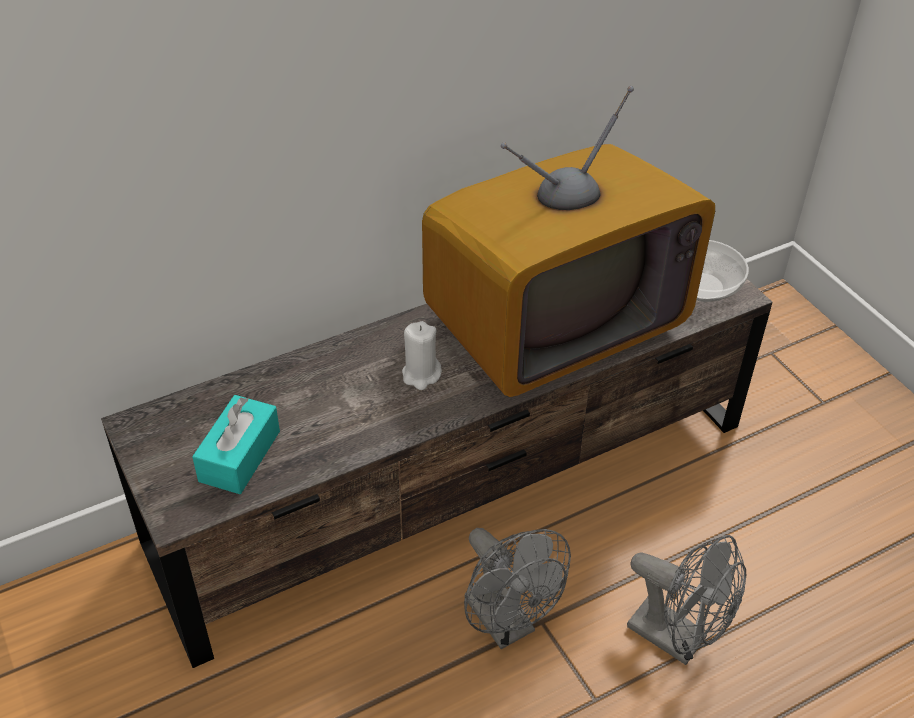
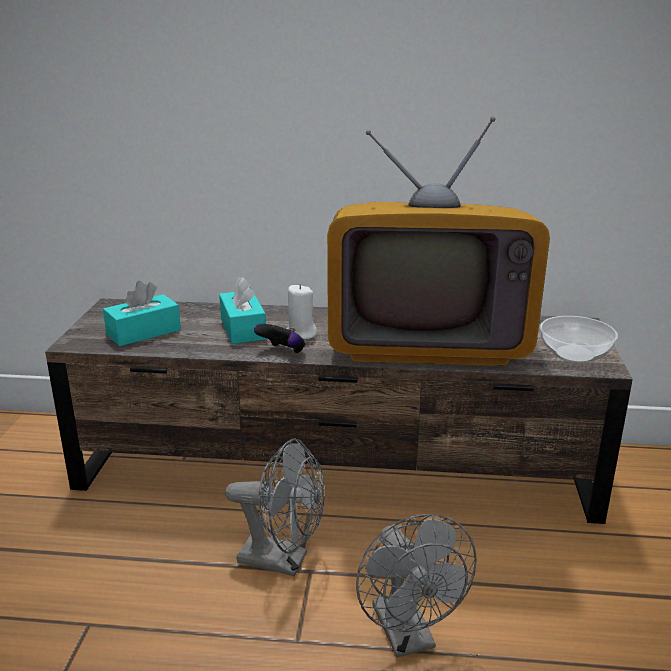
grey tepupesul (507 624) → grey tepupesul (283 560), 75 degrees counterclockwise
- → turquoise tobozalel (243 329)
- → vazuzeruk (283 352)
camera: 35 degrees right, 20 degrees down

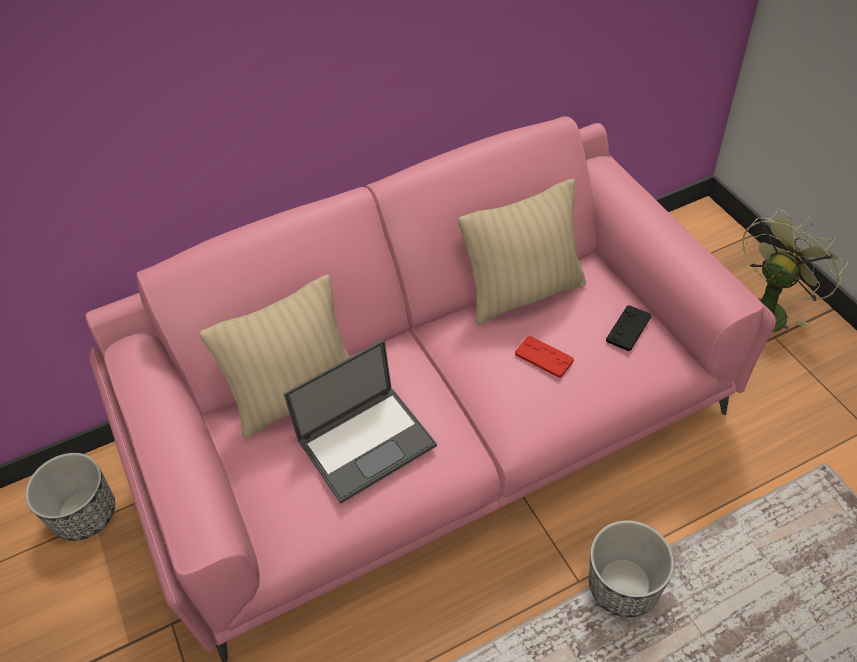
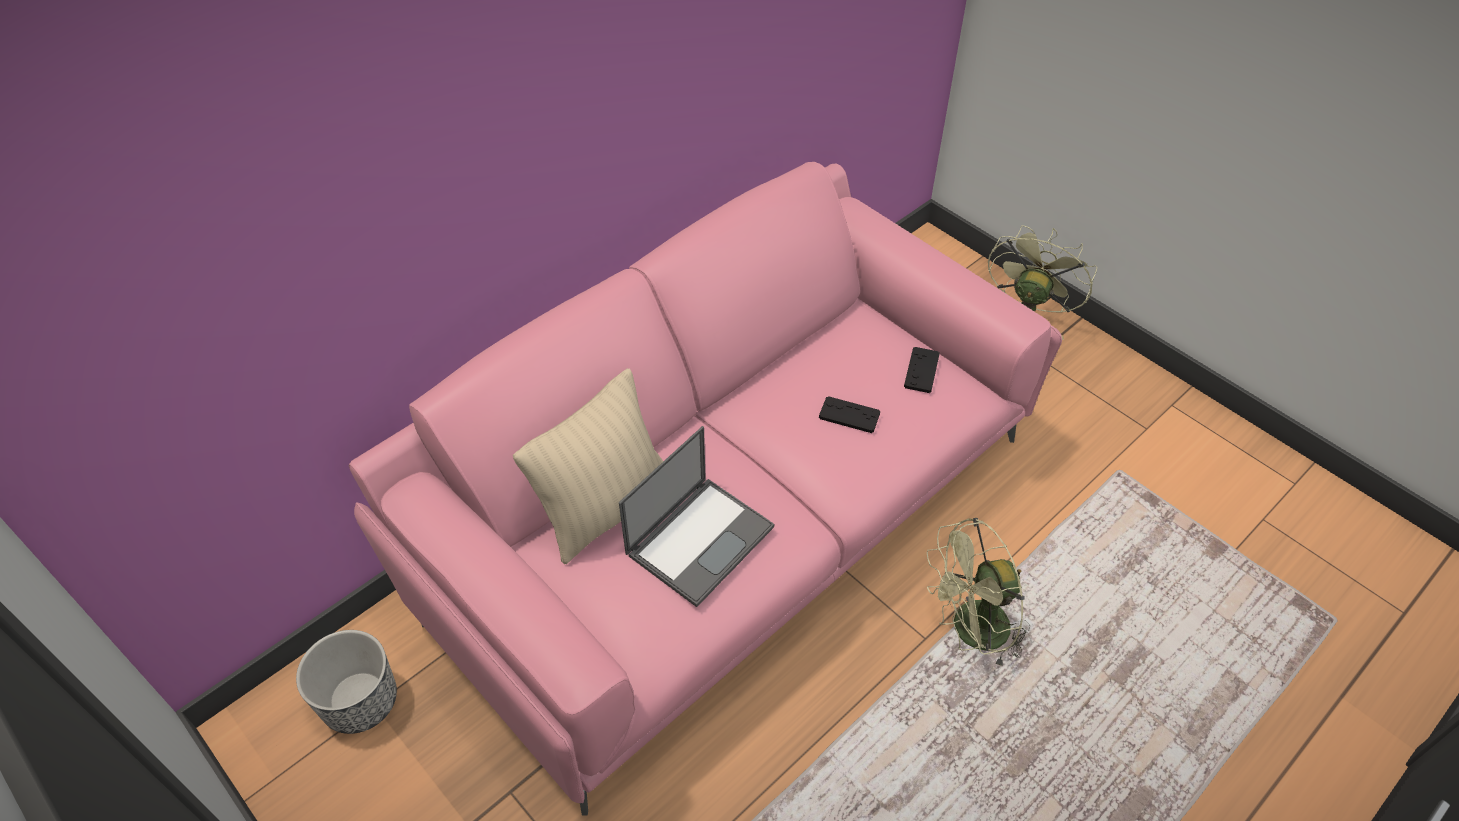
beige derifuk (524 293) → -
red vazuzeruk (544 357) → black vazuzeruk (849 415)
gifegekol (624 586) → green tepupesul (970 632)
camera: 20 degrees left, 0 degrees up

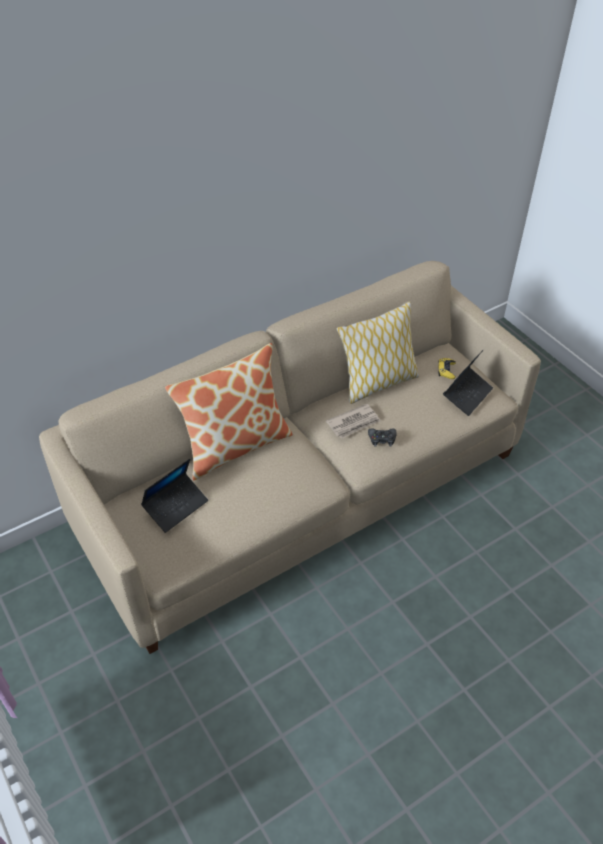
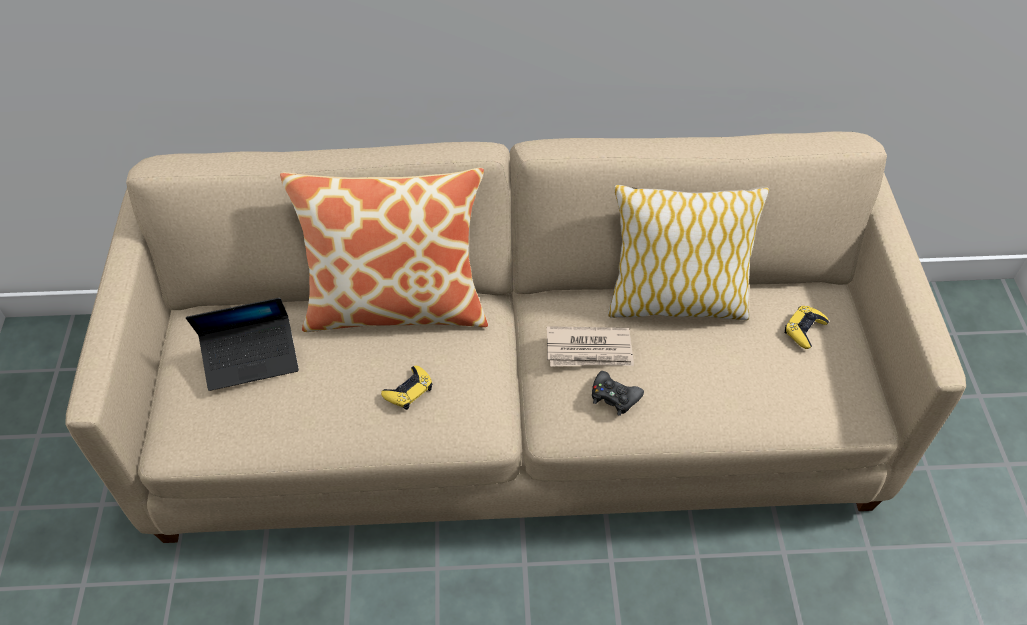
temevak (467 395) → -
- → yellow vazuzeruk (408 391)
camera: 30 degrees right, 5 degrees up

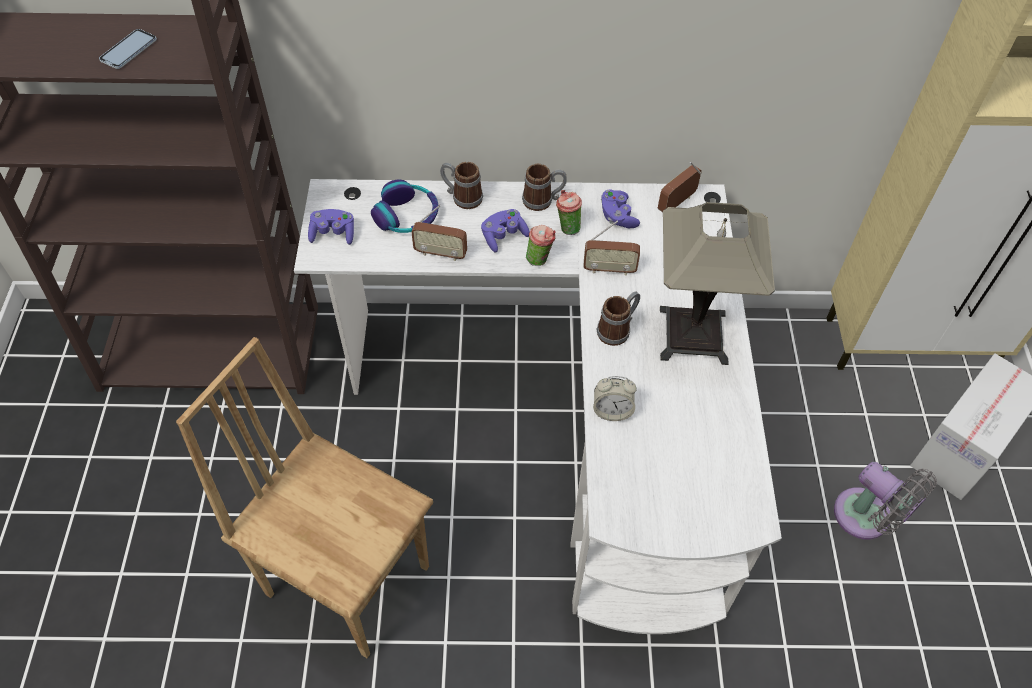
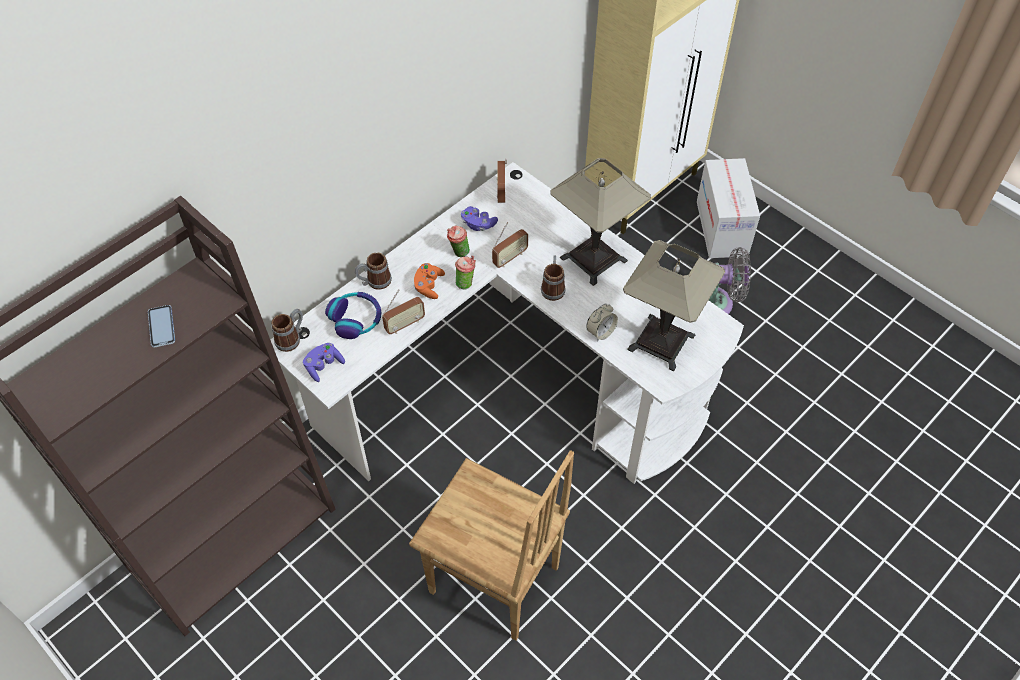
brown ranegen (348 577) → brown ranegen (494 582), 135 degrees counterclockwise
purple vazuzeruk (503 236) → orange vazuzeruk (429 286)
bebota (543 200) → bebota (291 338), move
- → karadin (661 342)
camera: 45 degrees left, 0 degrees up

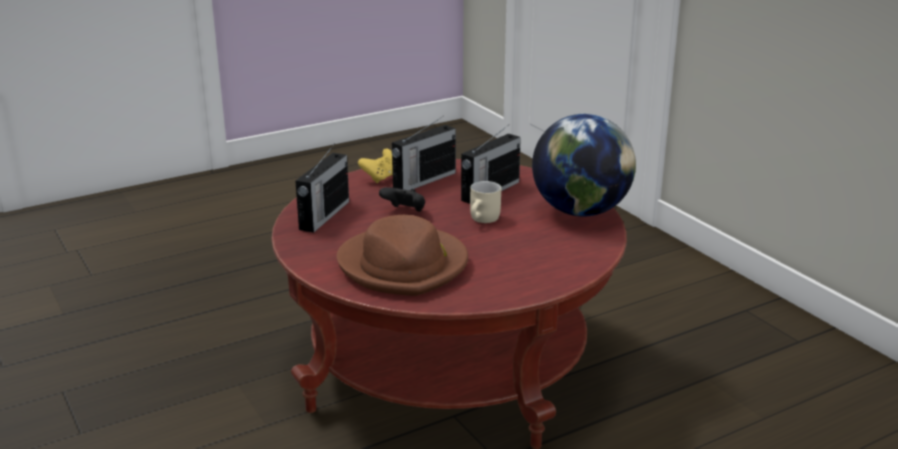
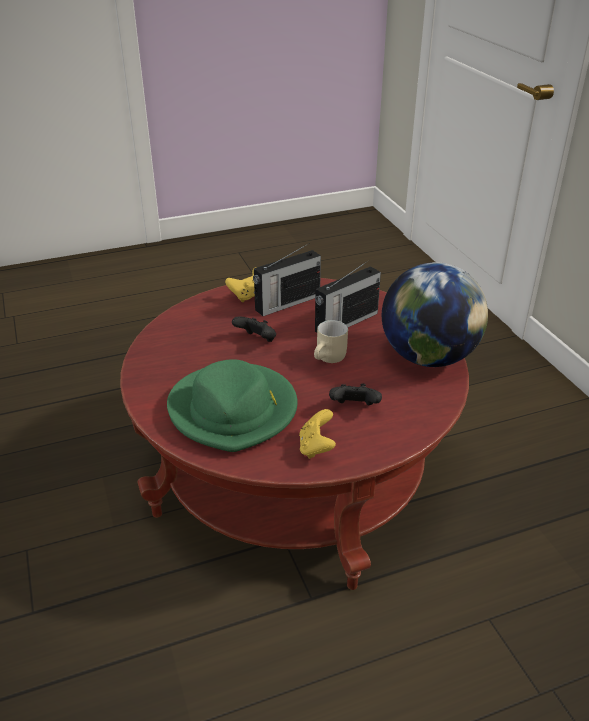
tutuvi (323 216) → -
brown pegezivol (404 265) → green pegezivol (234 410)
- → yellow vazuzeruk (316 447)
- → black vazuzeruk (354 408)
camera: 10 degrees right, 10 degrees up

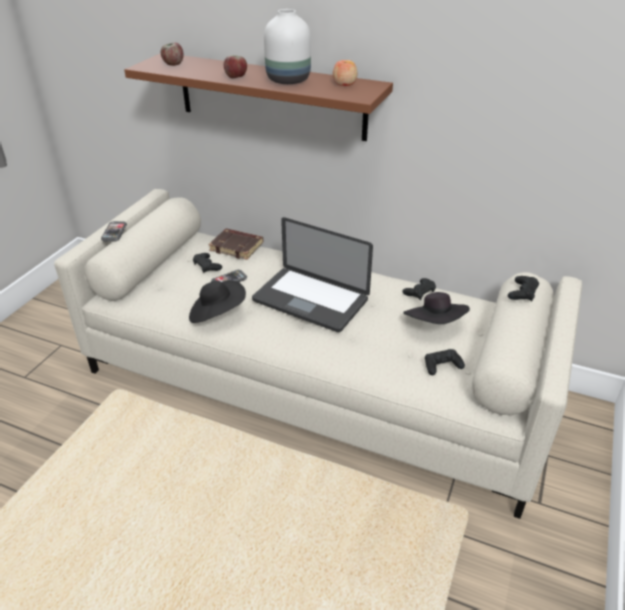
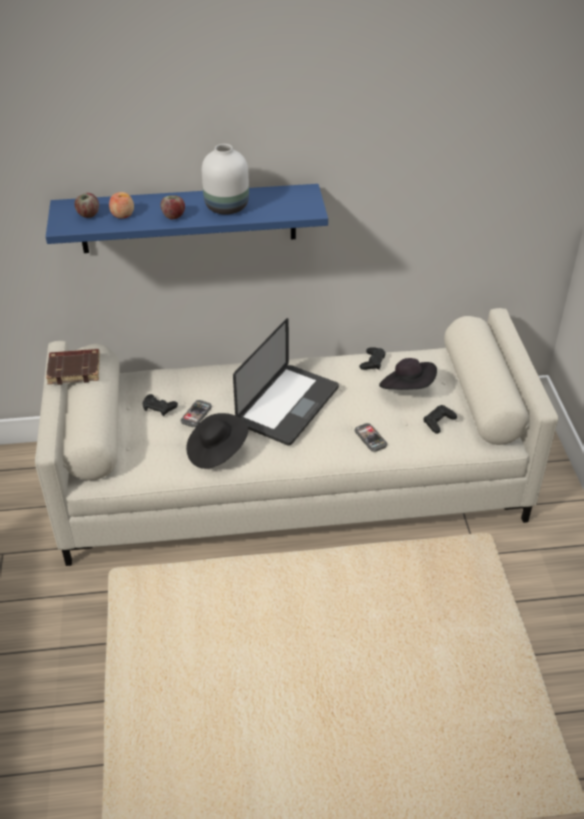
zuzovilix (114 232) → zuzovilix (370 438), move
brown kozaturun (271 96) → blue kozaturun (188 218)
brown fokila (237 247) → brown fokila (75 369), move
temevak (310 300) → temevak (288 406), 60 degrees counterclockwise
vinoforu (344 83) → vinoforu (122 214), move
black vazuzeruk (522 292) → -
camera: 30 degrees left, 5 degrees up

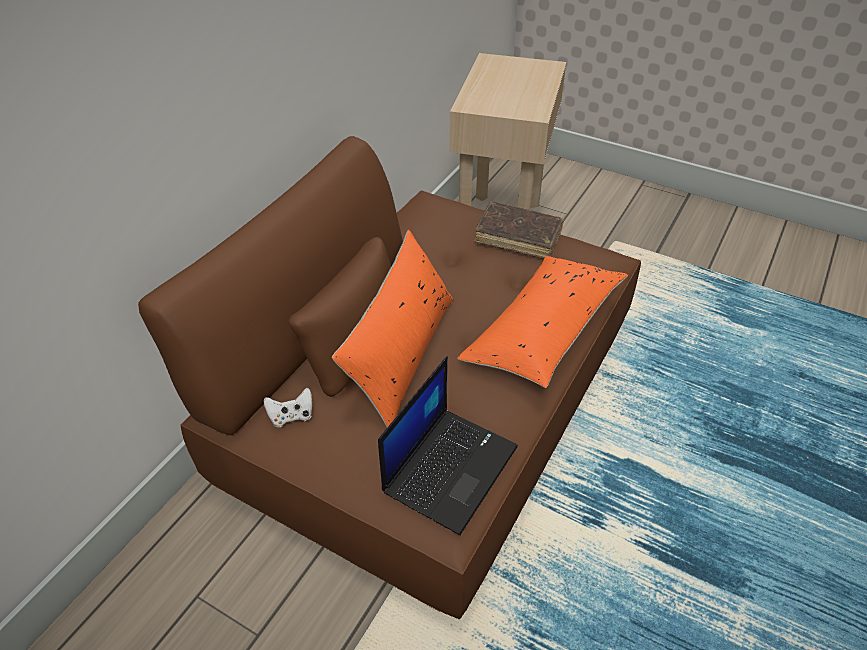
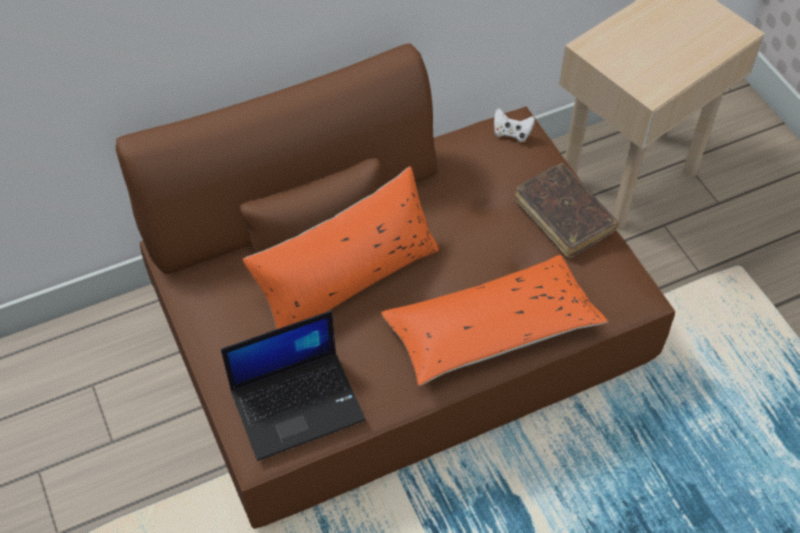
white vazuzeruk (291 416) → white vazuzeruk (511 133), move
camera: 35 degrees right, 10 degrees up

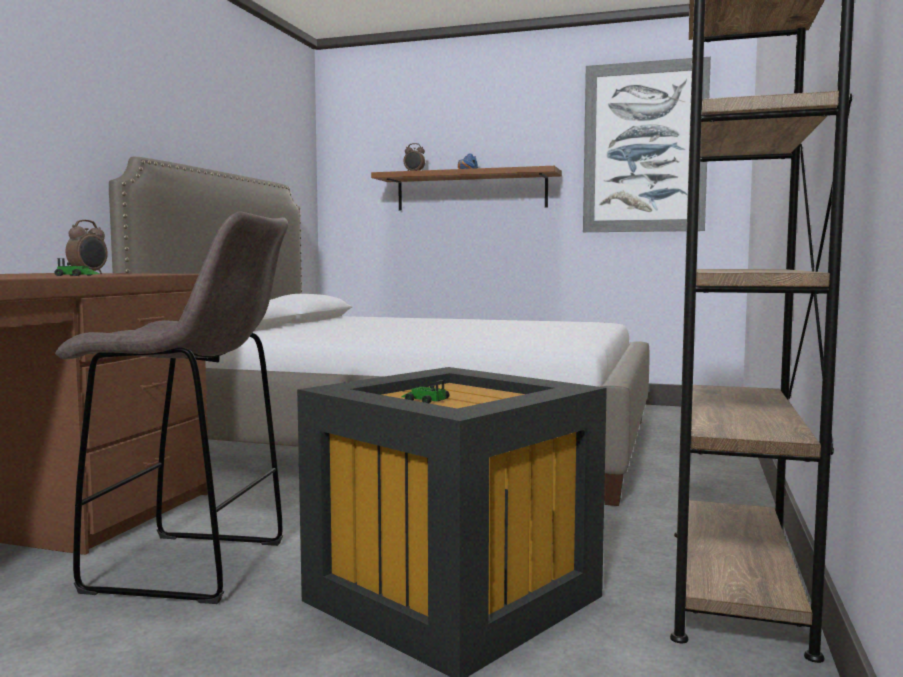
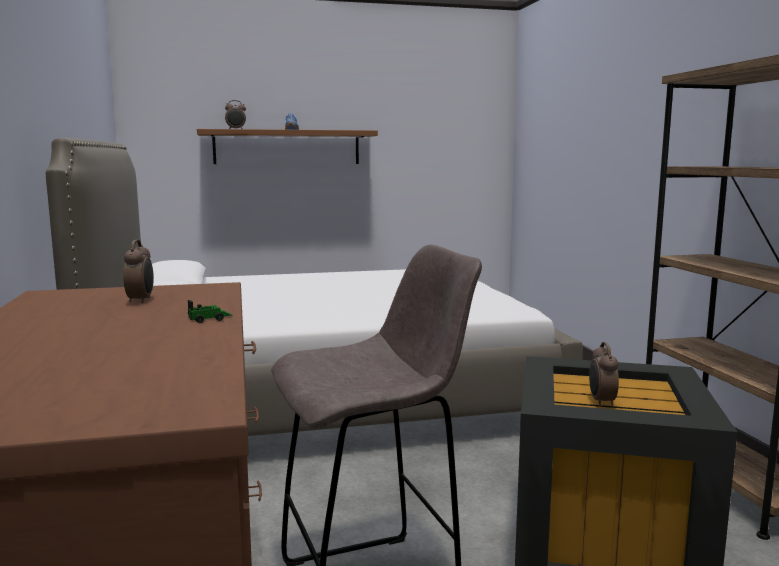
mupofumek (422 399) → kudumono (601 402)
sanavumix (644 147) → -
camera: 30 degrees left, 5 degrees up

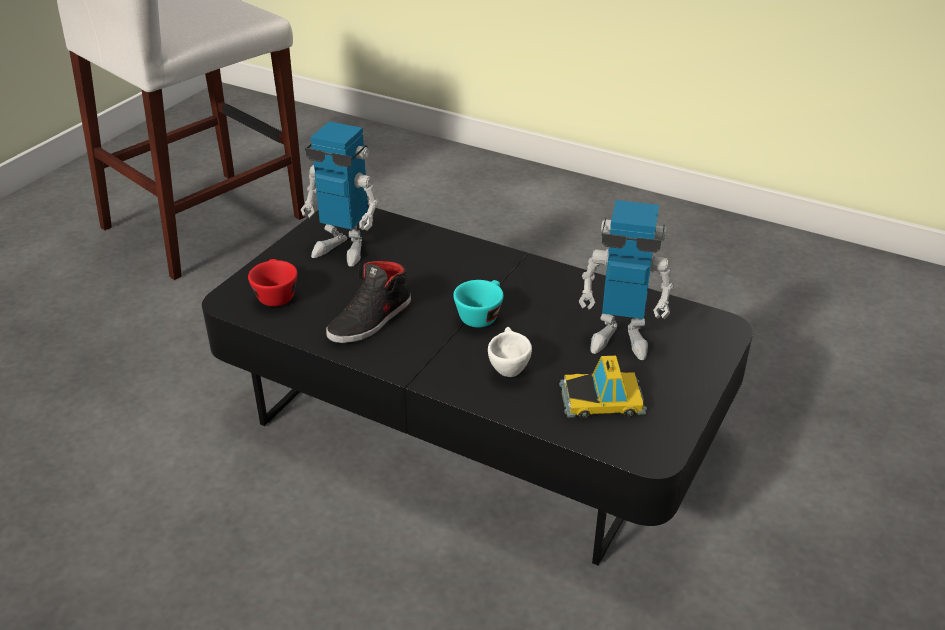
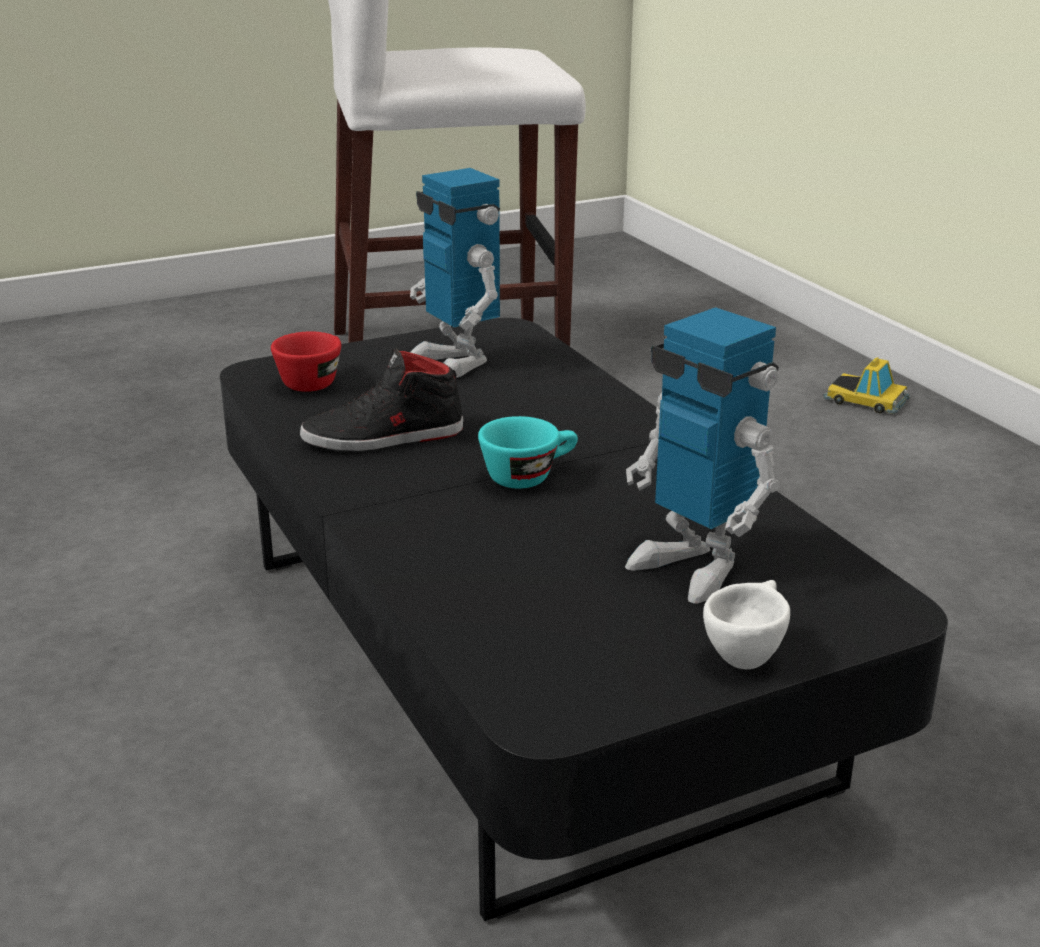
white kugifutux (507 368) → white kugifutux (746 654), move
mupofumek (602 399) → mupofumek (866 399), move
camera: 35 degrees right, 10 degrees down

